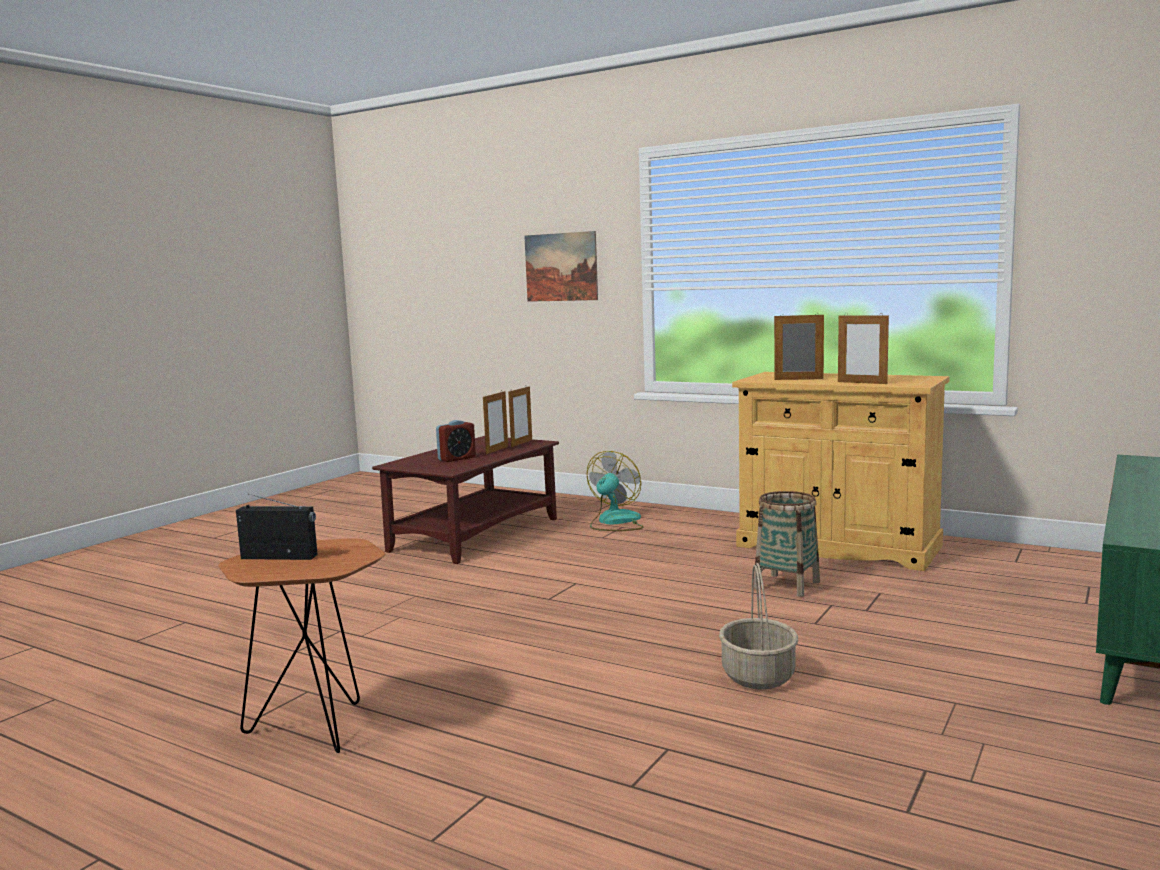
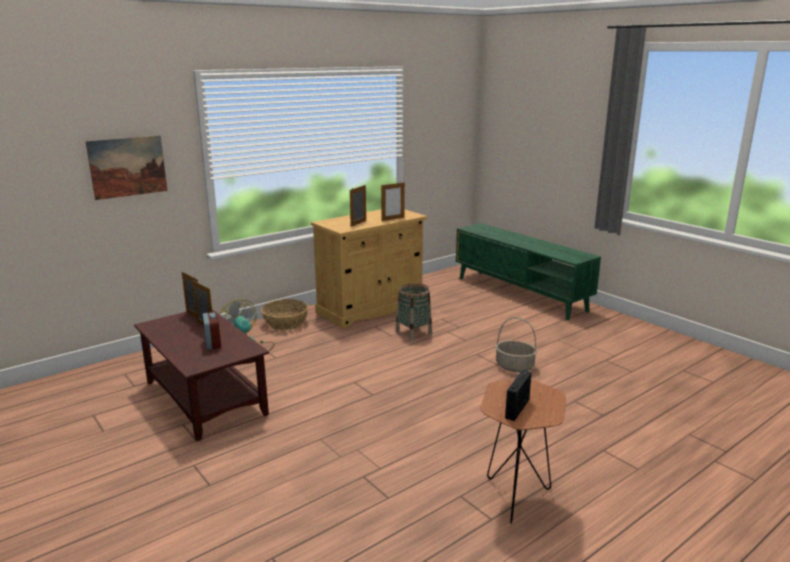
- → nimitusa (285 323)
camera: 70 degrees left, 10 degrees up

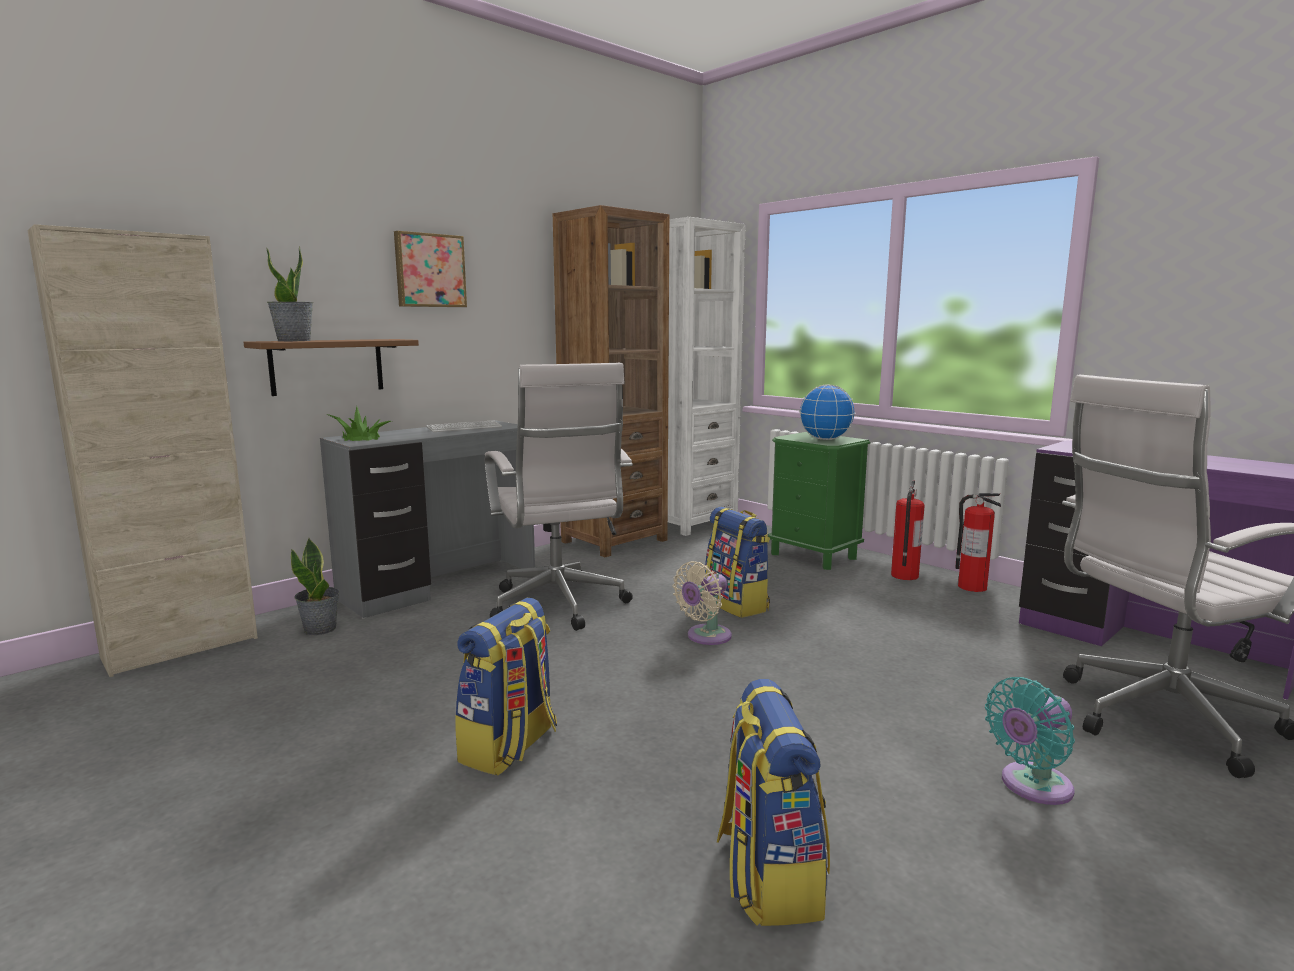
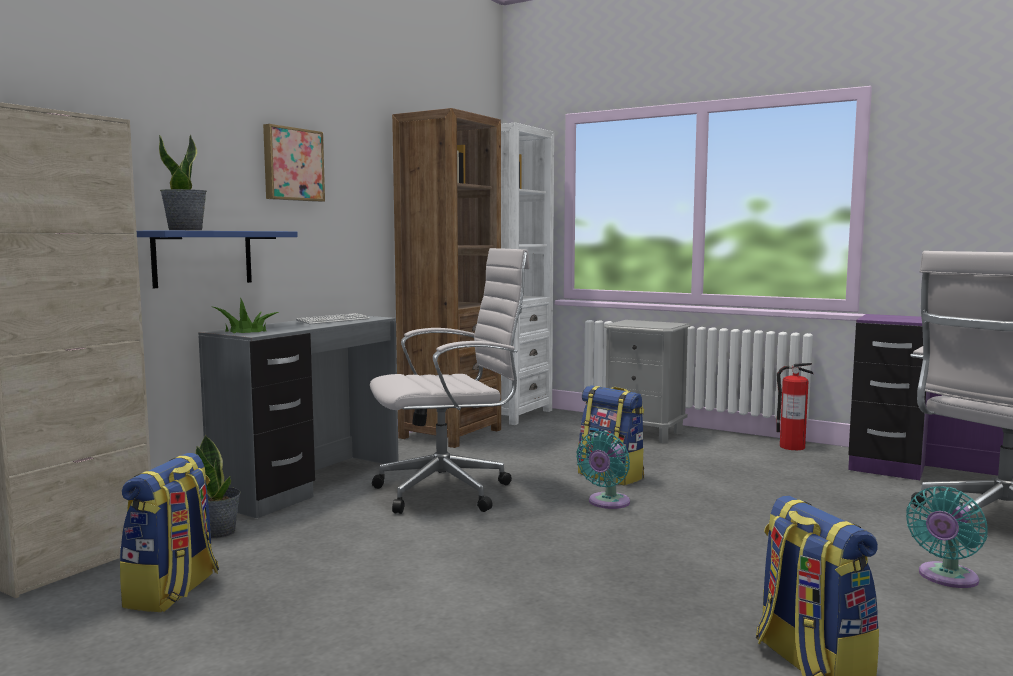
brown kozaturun (327 366) → blue kozaturun (203 258)
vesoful (510 747) → vesoful (173 592), move
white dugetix (559 607) → white dugetix (450 491), 75 degrees counterclockwise
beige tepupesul (705 637) → turquoise tepupesul (607 503)
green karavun (814 556) → grey karavun (644 433)
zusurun (825 439) → -
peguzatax (904 576) → -
camera: 15 degrees left, 5 degrees down

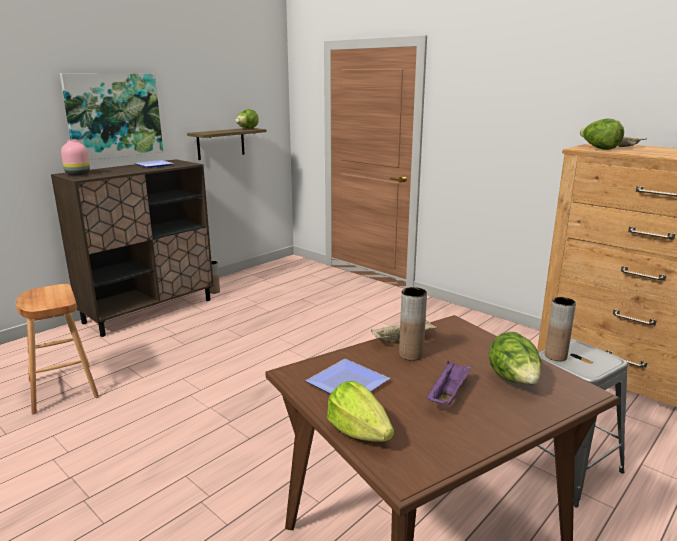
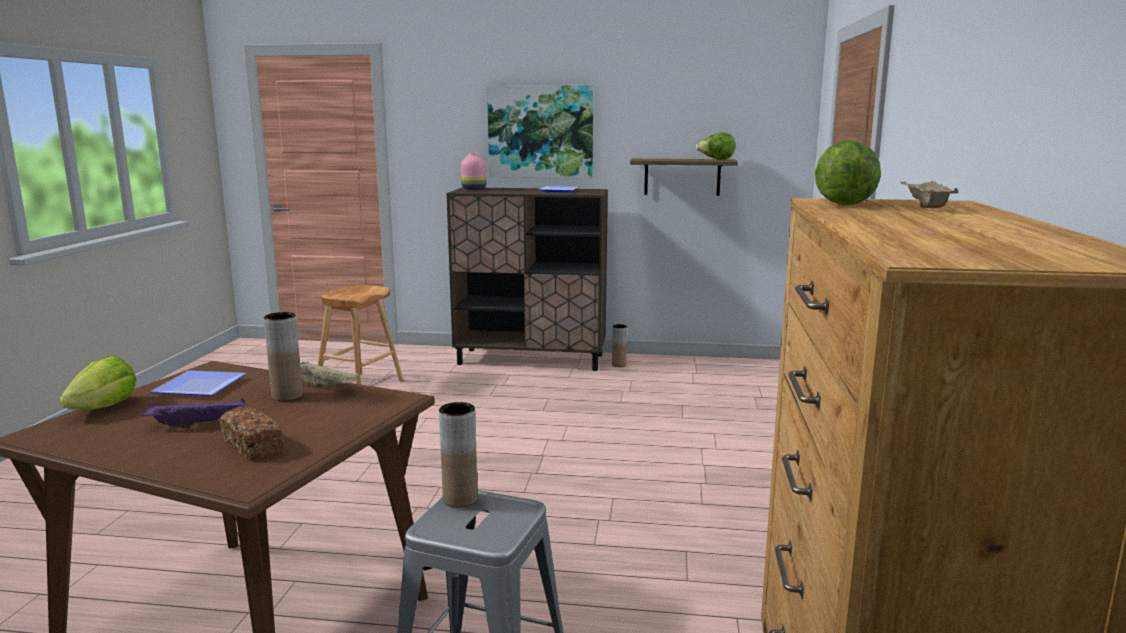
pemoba (514 380) → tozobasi (253 447)
camera: 55 degrees right, 5 degrees down

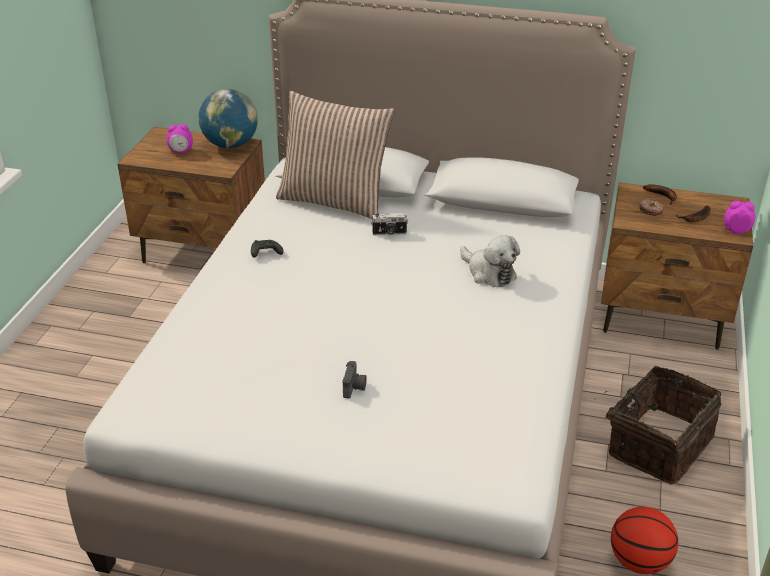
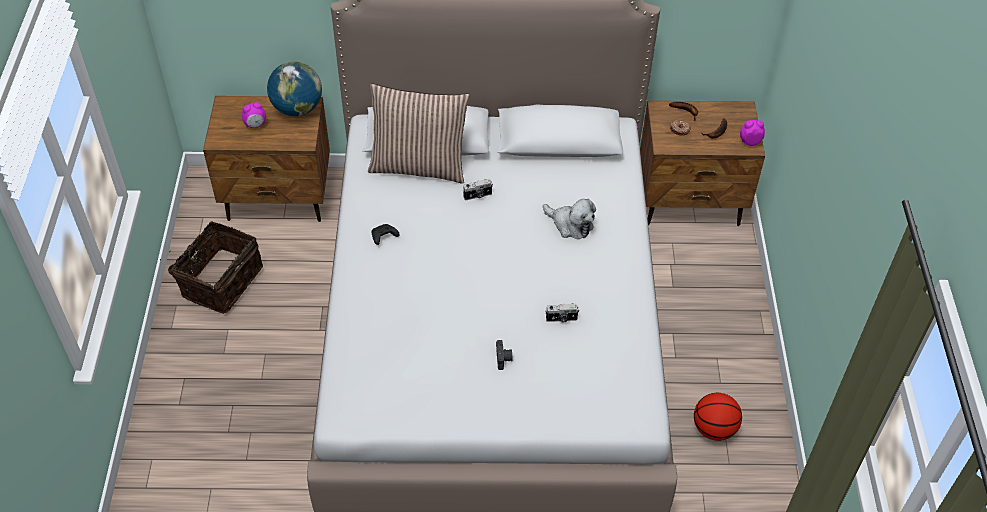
nimitusa (657 444) → nimitusa (220 281), move
- → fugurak (561 319)
camera: 15 degrees left, 15 degrees up

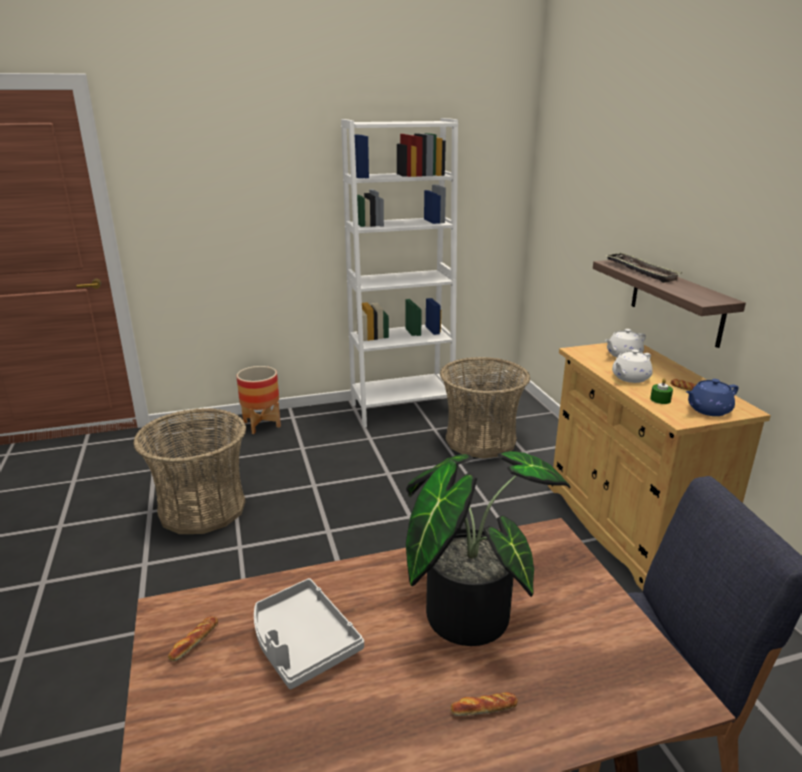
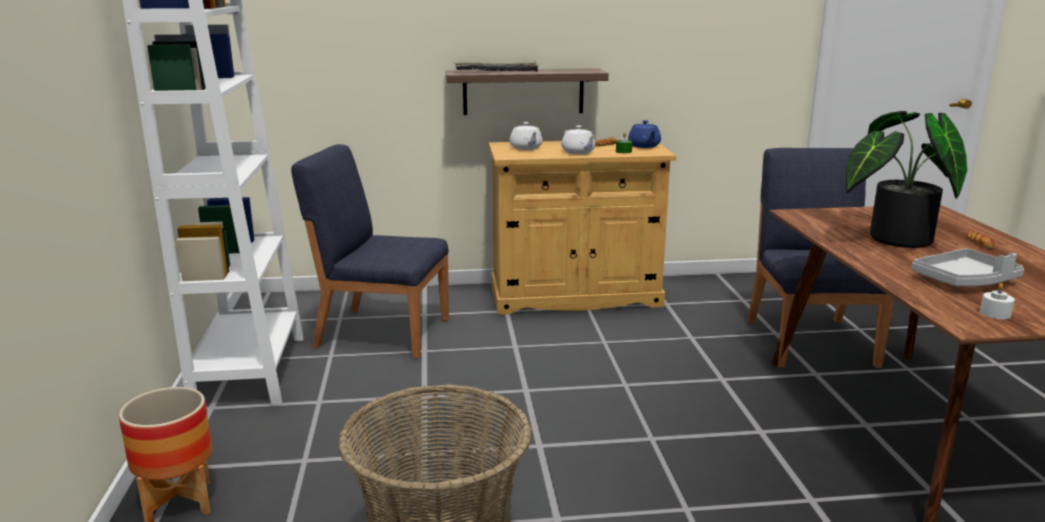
tozobasi (194 641) → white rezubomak (995 313)
nimitusa (481 440) → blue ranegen (381 332)
camera: 80 degrees left, 5 degrees down

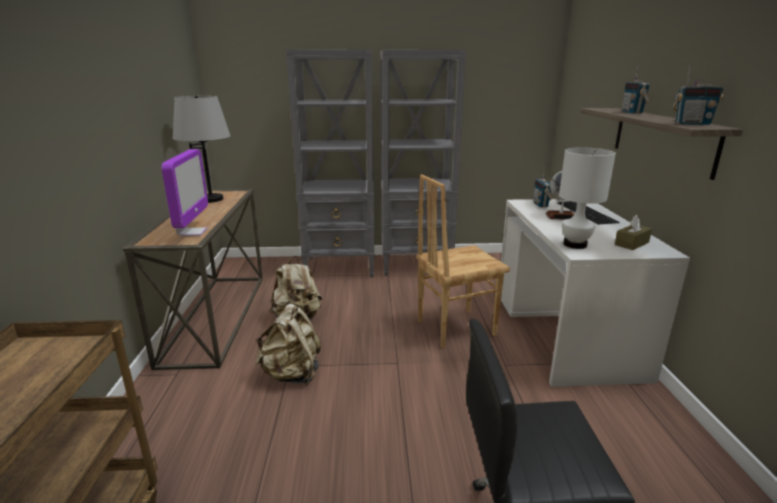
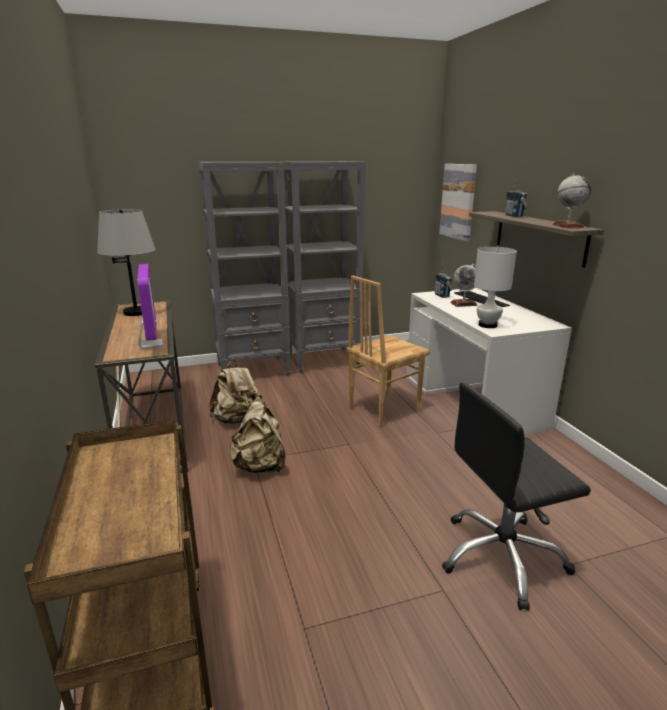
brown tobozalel (631 243) → -
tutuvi (692 124) → zusurun (567 226)
- → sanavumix (458 201)
camera: 15 degrees left, 0 degrees up

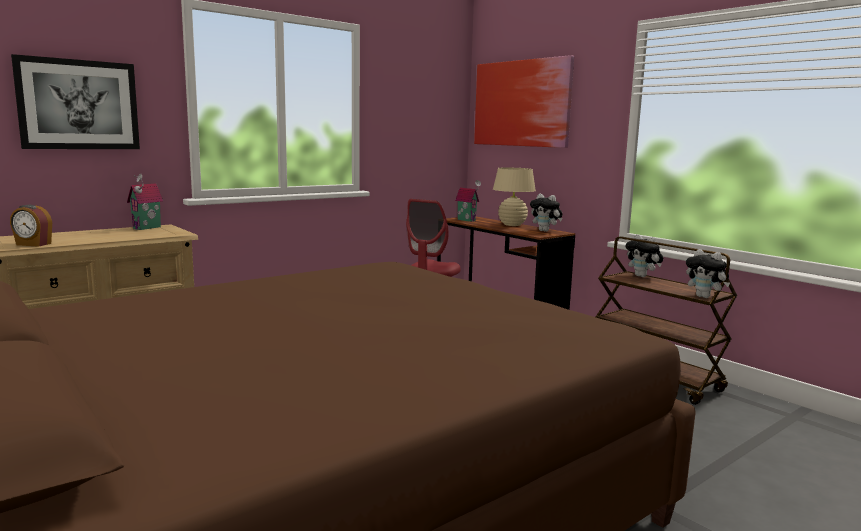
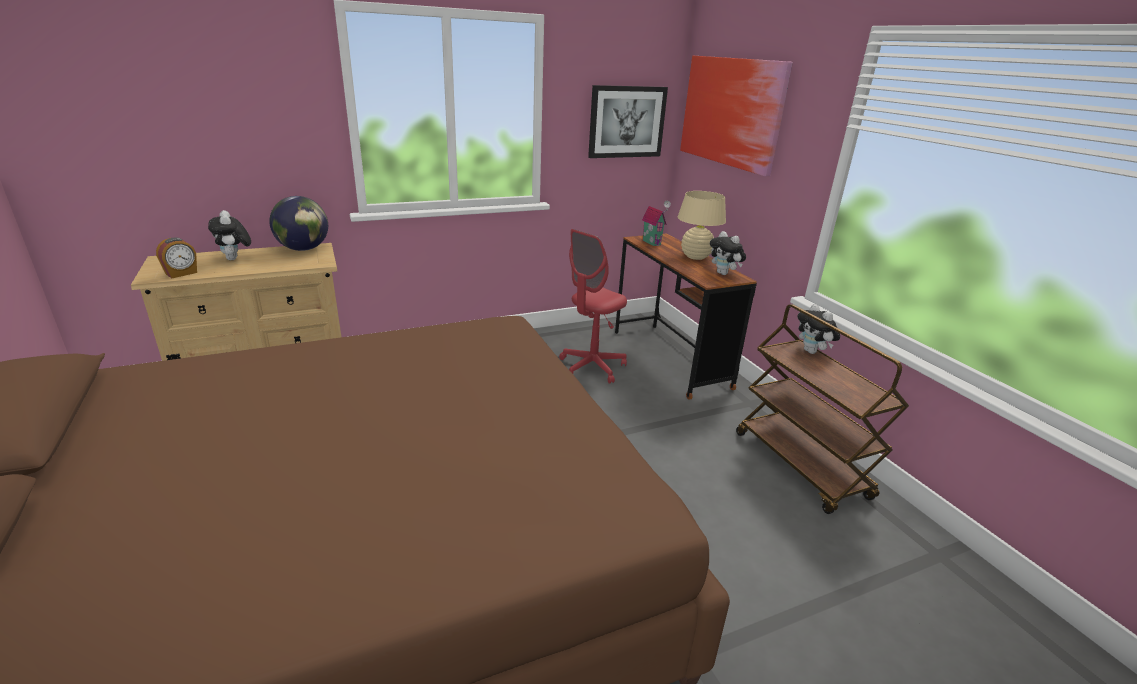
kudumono (33 244) → kudumono (181 273), 75 degrees counterclockwise
sanavumix (78 105) → sanavumix (626 122), move
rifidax (148 228) → zusurun (303 249)
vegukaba (705 297) → vegukaba (235 259), move
camera: 15 degrees right, 15 degrees up

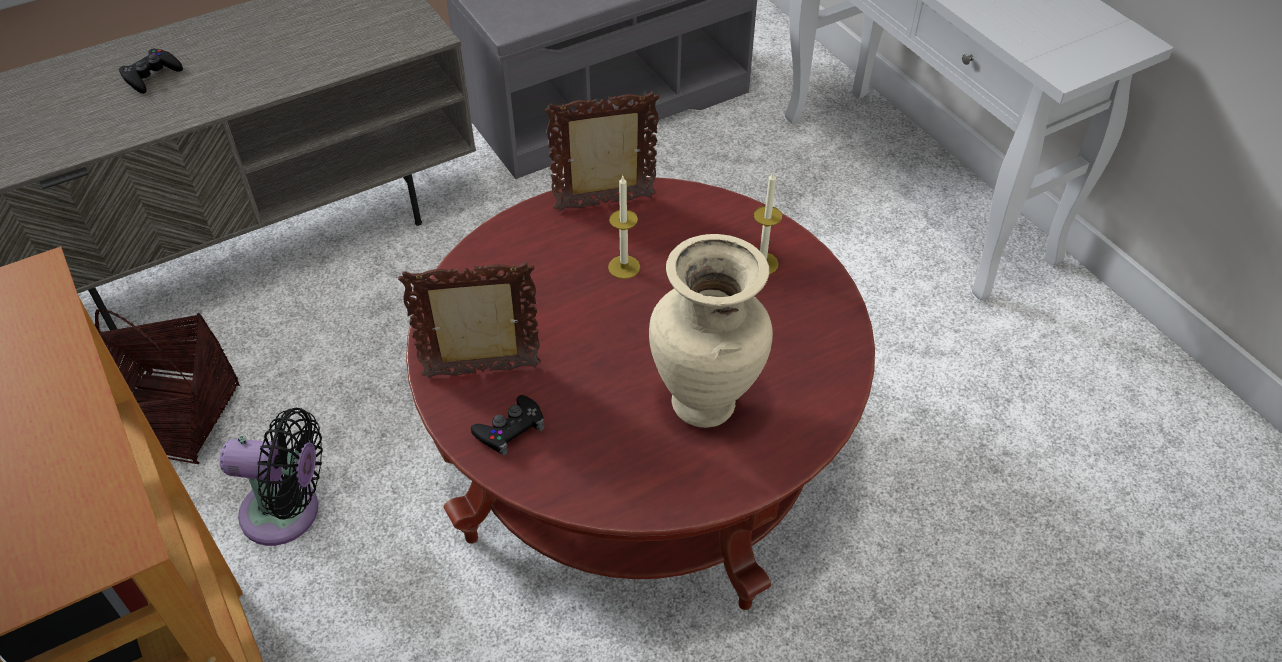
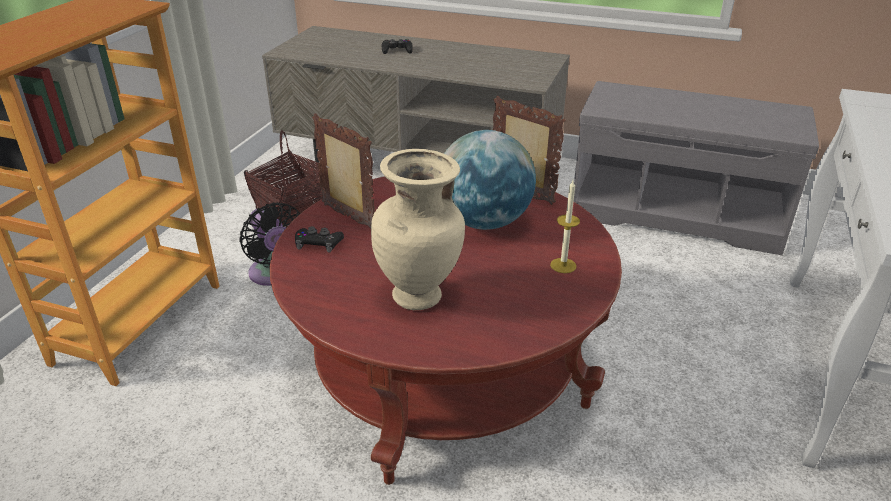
rezubomak (624 267) → zusurun (484 222)
camera: 50 degrees right, 15 degrees down

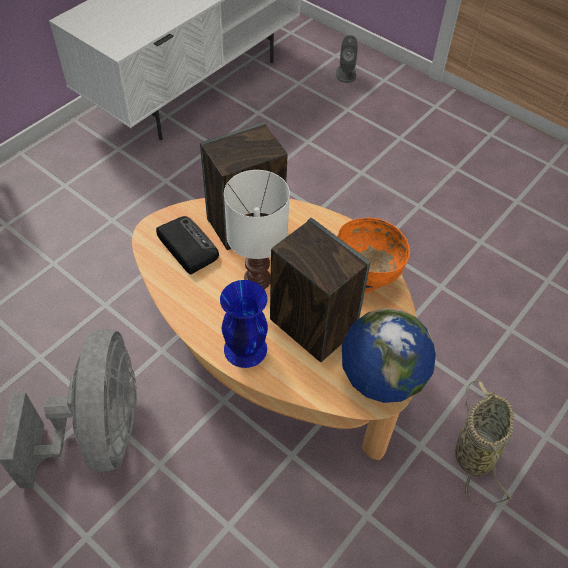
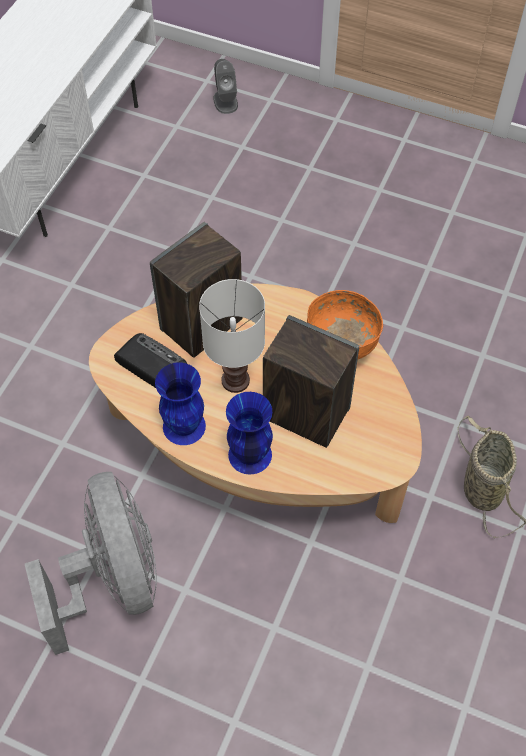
zusurun (381 378) → -
- → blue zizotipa (185 425)
camera: 15 degrees left, 5 degrees up

